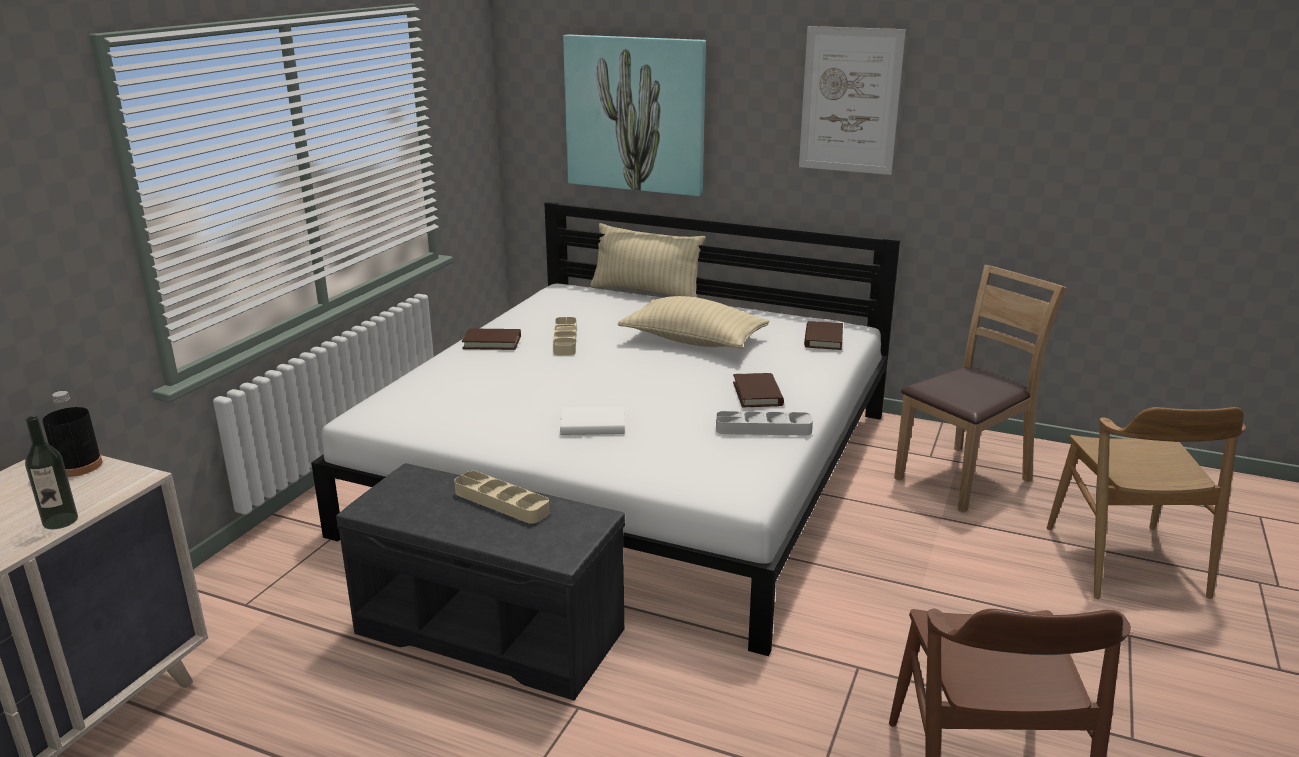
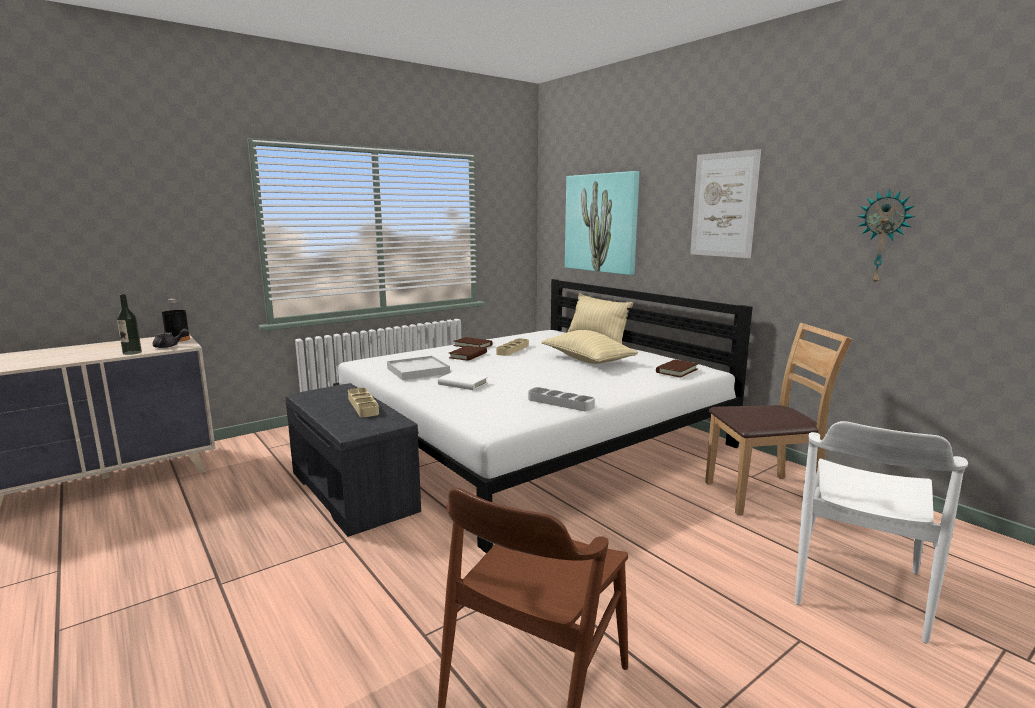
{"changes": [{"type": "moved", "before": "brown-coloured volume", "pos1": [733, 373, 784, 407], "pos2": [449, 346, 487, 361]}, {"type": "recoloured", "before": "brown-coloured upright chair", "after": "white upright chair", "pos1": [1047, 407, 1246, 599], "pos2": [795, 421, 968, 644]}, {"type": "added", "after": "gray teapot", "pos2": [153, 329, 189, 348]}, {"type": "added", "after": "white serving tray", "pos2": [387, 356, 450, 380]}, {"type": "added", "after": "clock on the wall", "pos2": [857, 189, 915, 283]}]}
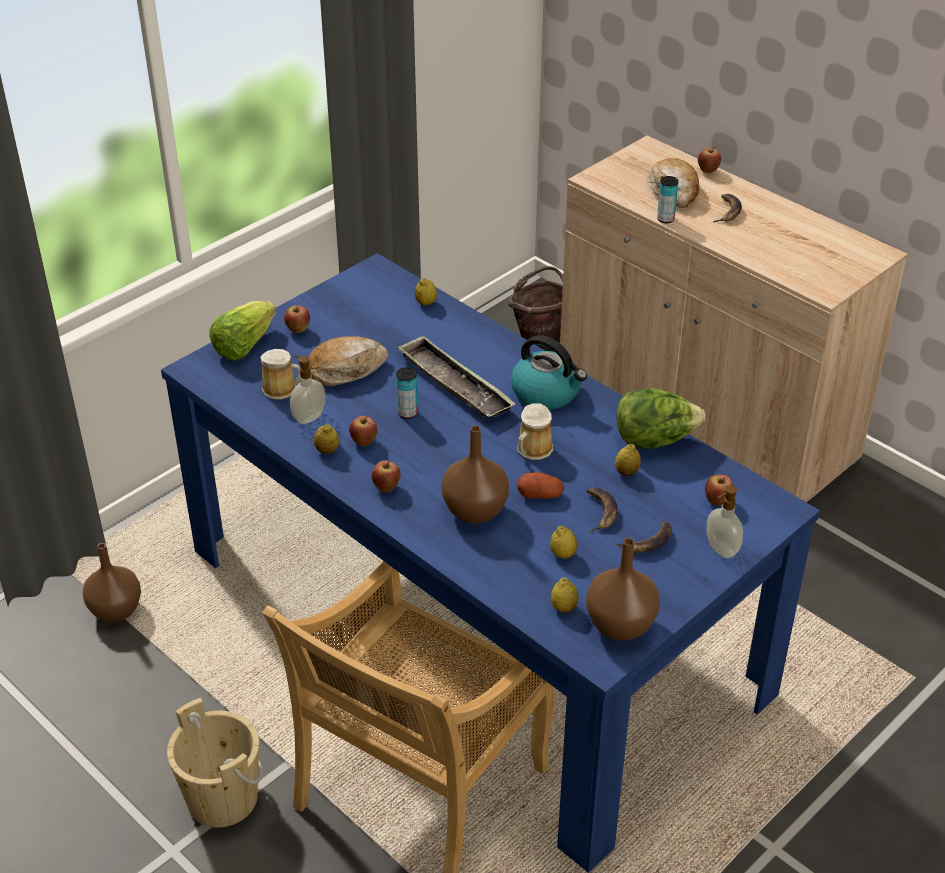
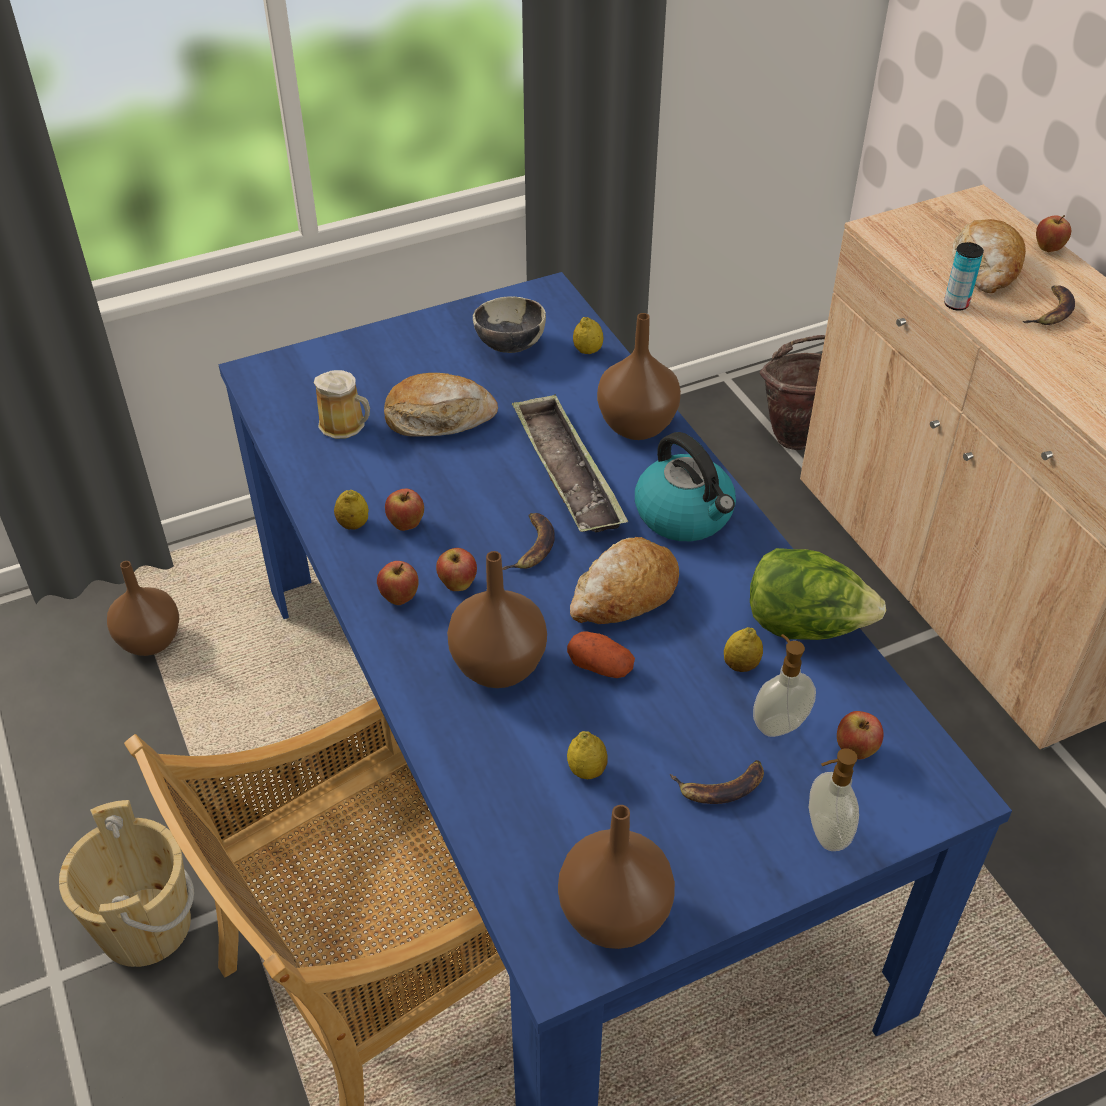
{"changes": [{"type": "removed", "before": "head of lettuce", "pos1": [209, 301, 276, 360]}, {"type": "moved", "before": "whole apple", "pos1": [284, 305, 310, 333], "pos2": [436, 548, 477, 591]}, {"type": "moved", "before": "liquid soap bottle", "pos1": [290, 355, 326, 424], "pos2": [753, 634, 816, 737]}, {"type": "removed", "before": "can", "pos1": [396, 367, 418, 419]}, {"type": "replaced", "before": "tea mug", "after": "bread", "pos1": [517, 403, 553, 460], "pos2": [570, 536, 679, 624]}, {"type": "removed", "before": "whole lemon", "pos1": [551, 577, 579, 613]}, {"type": "moved", "before": "banana", "pos1": [587, 487, 618, 533], "pos2": [502, 513, 555, 570]}, {"type": "added", "after": "serving bowl", "pos2": [473, 296, 546, 353]}, {"type": "added", "after": "brown-coloured decorative vase", "pos2": [597, 313, 681, 440]}]}
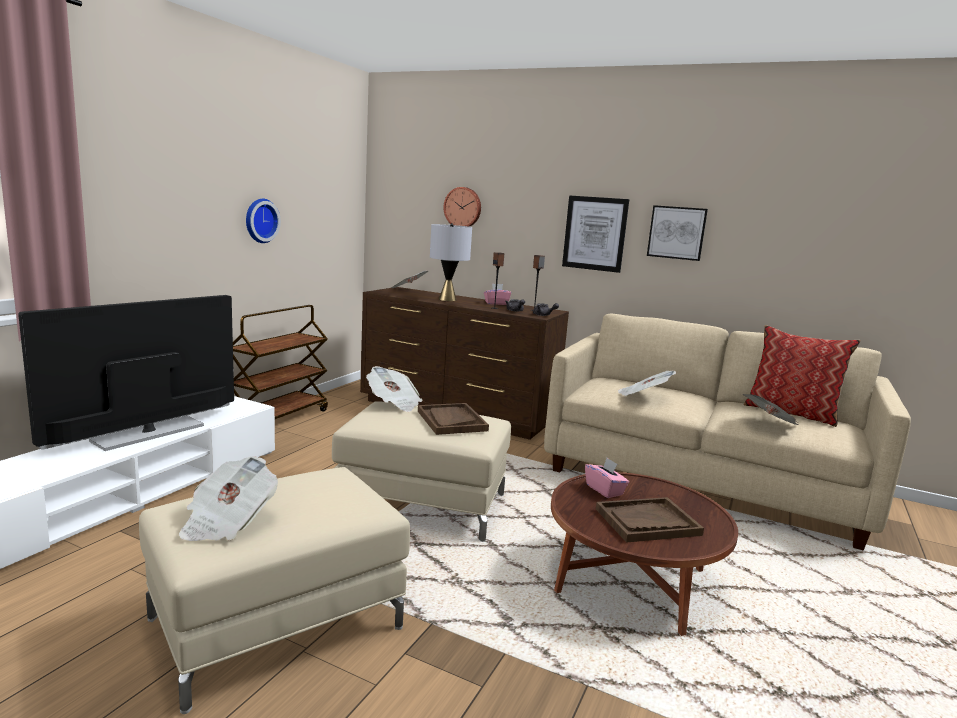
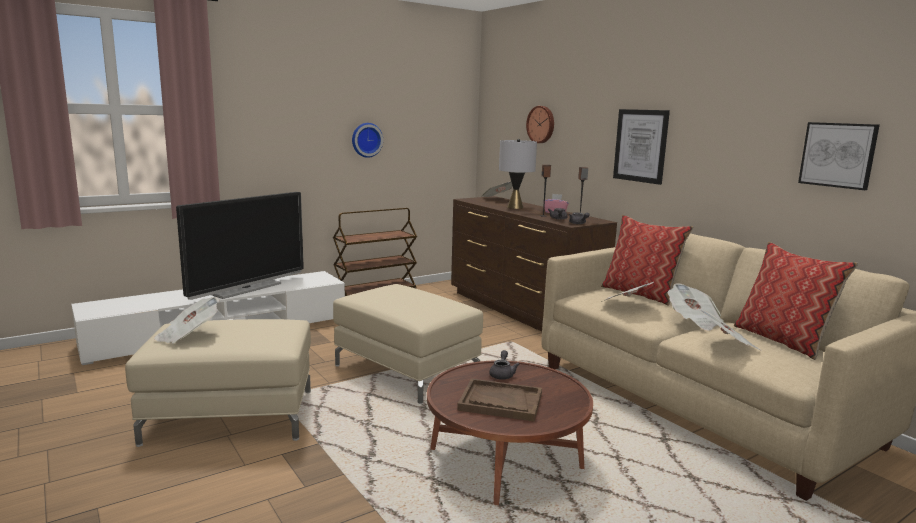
{"changes": [{"type": "turned", "before": "TV", "pos1": [18, 295, 234, 451], "pos2": [176, 192, 304, 300], "turn": 150}, {"type": "moved", "before": "printed paper", "pos1": [366, 366, 423, 412], "pos2": [668, 283, 724, 331]}, {"type": "removed", "before": "brown-coloured serving tray", "pos1": [418, 403, 489, 435]}, {"type": "replaced", "before": "pinkish box of tissues", "after": "gray teapot", "pos1": [585, 458, 629, 498], "pos2": [489, 350, 520, 380]}, {"type": "moved", "before": "wall art", "pos1": [647, 205, 708, 261], "pos2": [798, 122, 880, 190]}, {"type": "added", "after": "pillow", "pos2": [601, 215, 694, 306]}]}
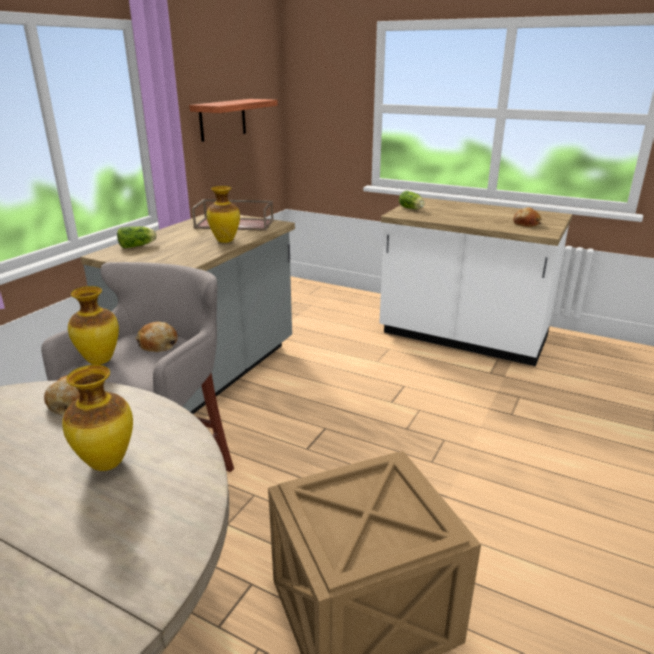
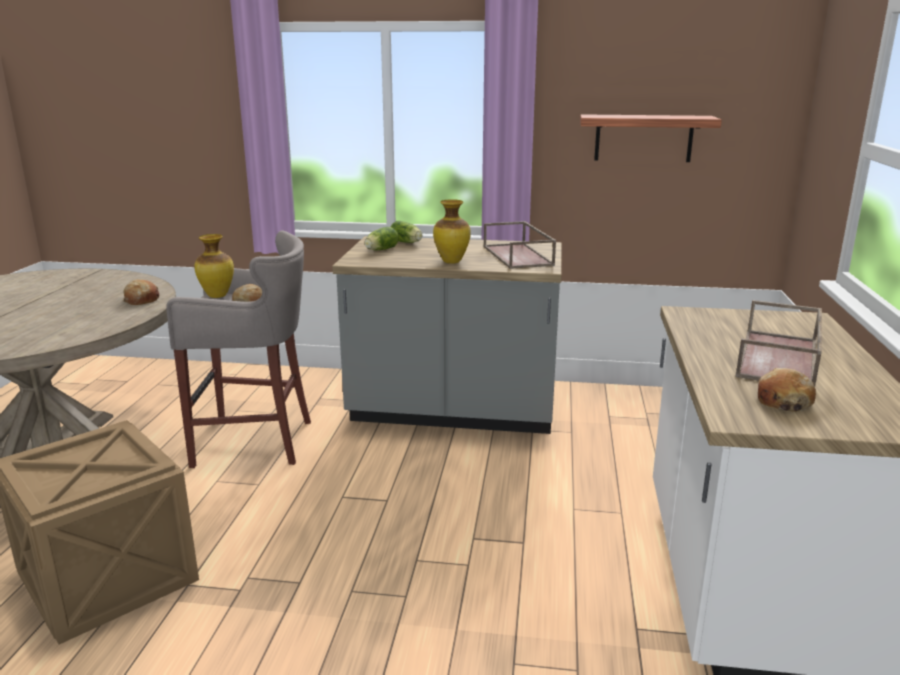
{"changes": [{"type": "removed", "before": "decorative vase", "pos1": [62, 365, 133, 471]}, {"type": "moved", "before": "head of lettuce", "pos1": [399, 191, 425, 209], "pos2": [365, 227, 399, 250]}, {"type": "added", "after": "brown-coloured serving tray", "pos2": [735, 300, 822, 386]}]}
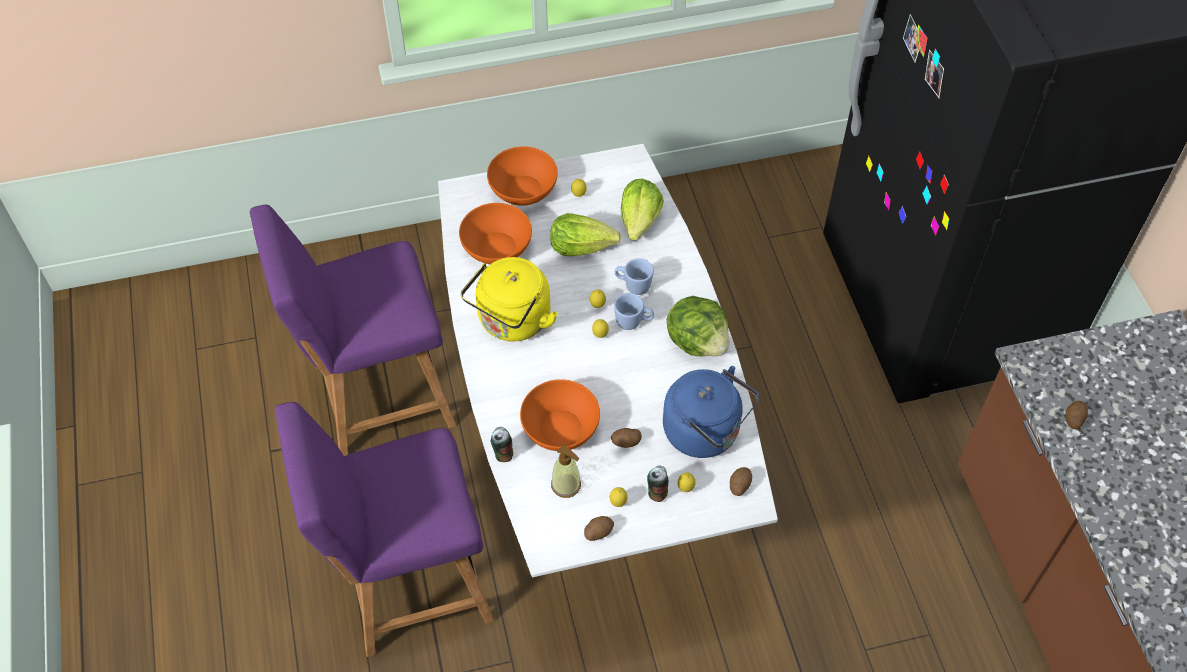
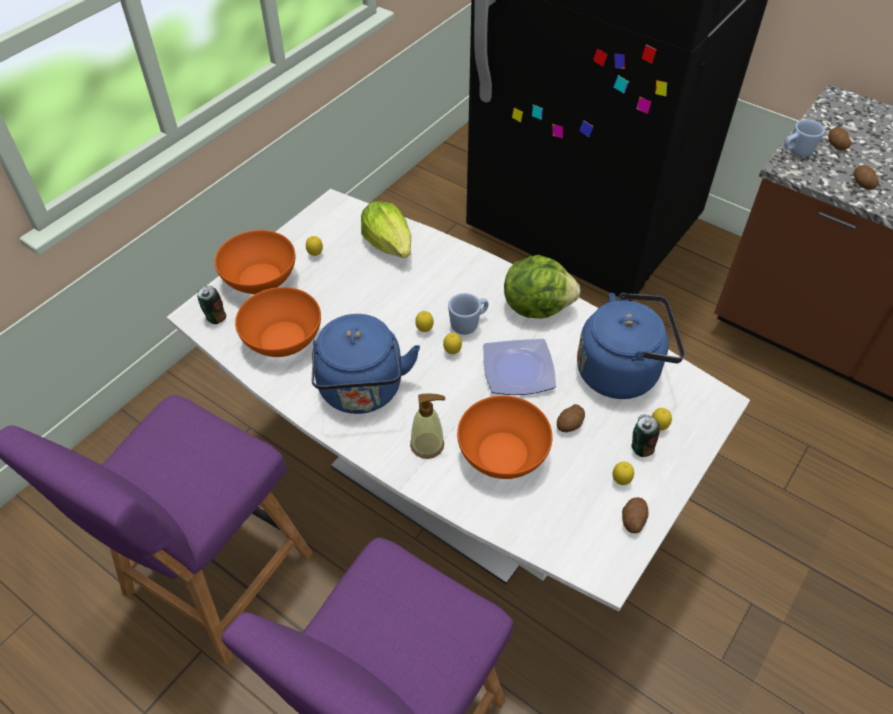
{"changes": [{"type": "recoloured", "before": "yellow-coloured tea kettle", "after": "blue tea kettle", "pos1": [461, 257, 558, 342], "pos2": [312, 314, 420, 414]}, {"type": "moved", "before": "can", "pos1": [490, 427, 513, 462], "pos2": [197, 286, 226, 324]}, {"type": "removed", "before": "head of lettuce", "pos1": [550, 213, 621, 256]}, {"type": "moved", "before": "liquid soap bottle", "pos1": [551, 445, 581, 498], "pos2": [410, 394, 445, 459]}, {"type": "moved", "before": "blue tea mug", "pos1": [615, 258, 654, 295], "pos2": [784, 119, 825, 157]}, {"type": "moved", "before": "spud", "pos1": [730, 467, 752, 496], "pos2": [828, 127, 851, 150]}, {"type": "added", "after": "plate", "pos2": [483, 339, 556, 395]}]}
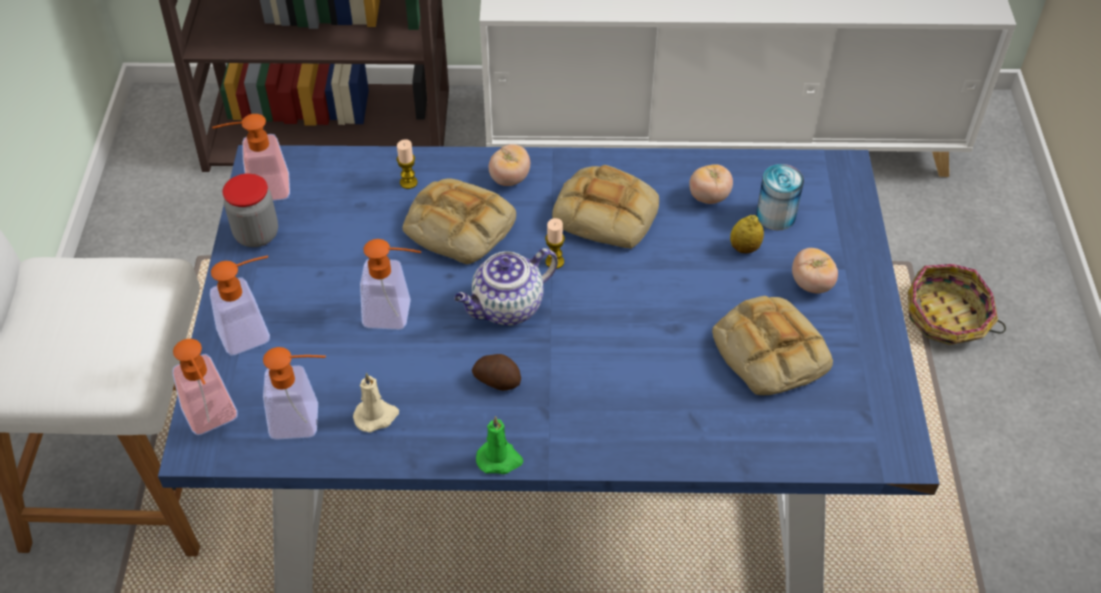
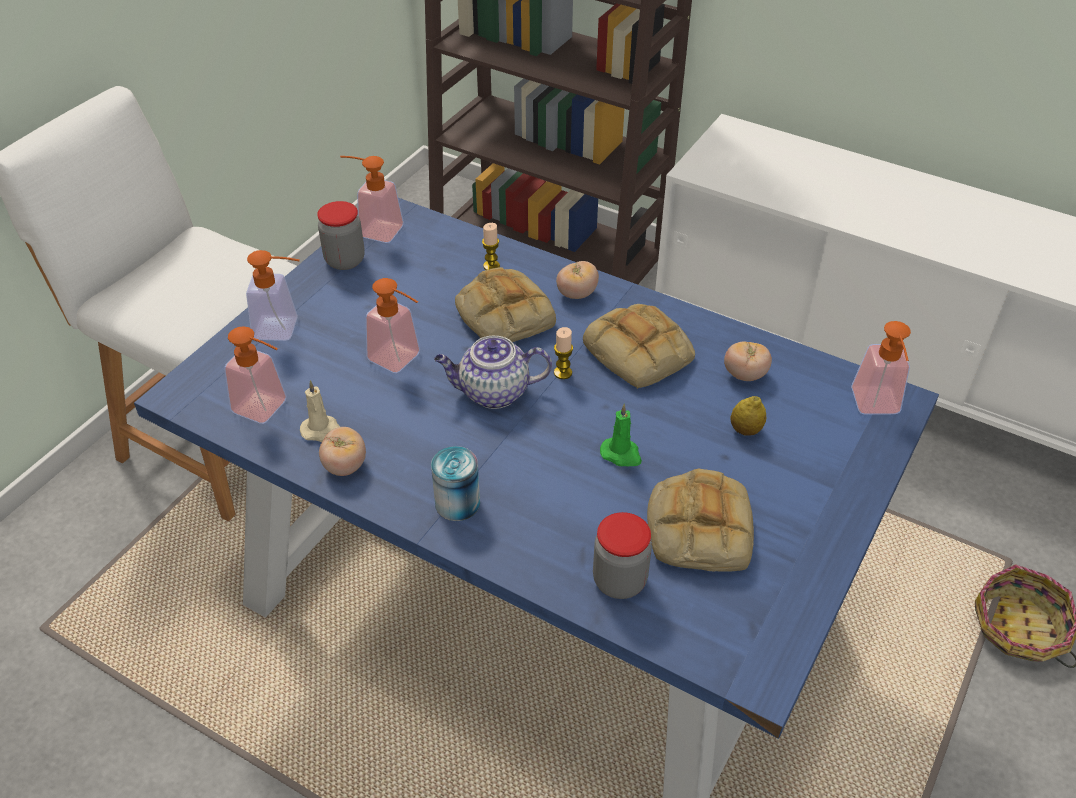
{"changes": [{"type": "moved", "before": "liquid soap bottle", "pos1": [172, 339, 238, 435], "pos2": [851, 321, 911, 414]}, {"type": "removed", "before": "spud", "pos1": [472, 354, 521, 391]}, {"type": "moved", "before": "green candle", "pos1": [476, 416, 524, 474], "pos2": [600, 403, 642, 466]}, {"type": "moved", "before": "can", "pos1": [756, 164, 804, 230], "pos2": [431, 446, 480, 521]}, {"type": "moved", "before": "whole tomato", "pos1": [792, 248, 838, 294], "pos2": [319, 427, 366, 476]}, {"type": "added", "after": "jar", "pos2": [593, 512, 652, 599]}]}
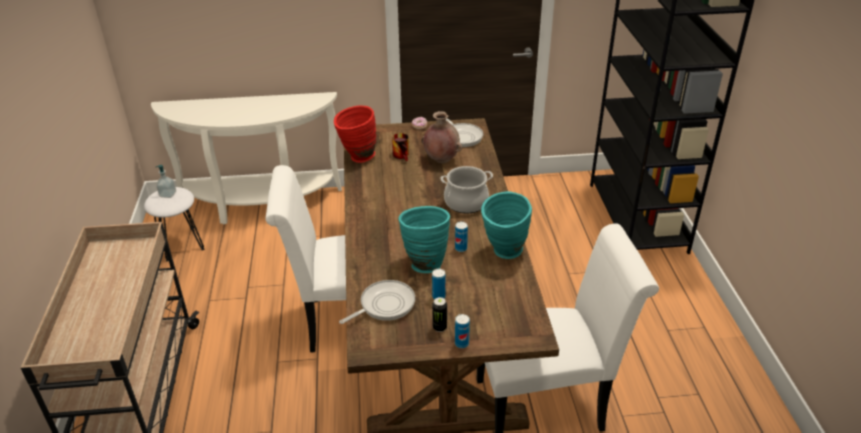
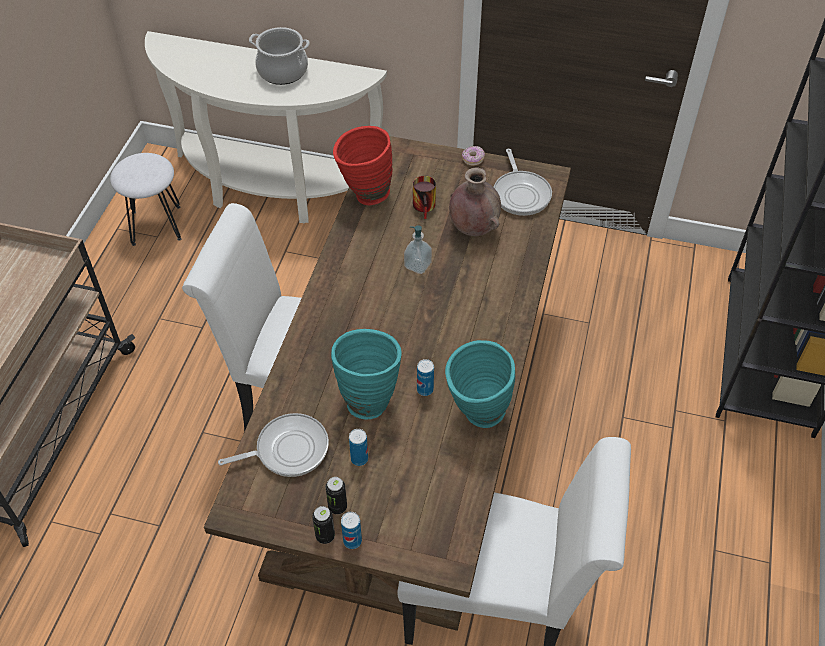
{"changes": [{"type": "moved", "before": "liquid soap bottle", "pos1": [156, 165, 176, 198], "pos2": [404, 225, 432, 274]}, {"type": "moved", "before": "cooking pot", "pos1": [441, 166, 493, 214], "pos2": [249, 27, 310, 85]}, {"type": "added", "after": "can", "pos2": [312, 506, 335, 544]}]}
